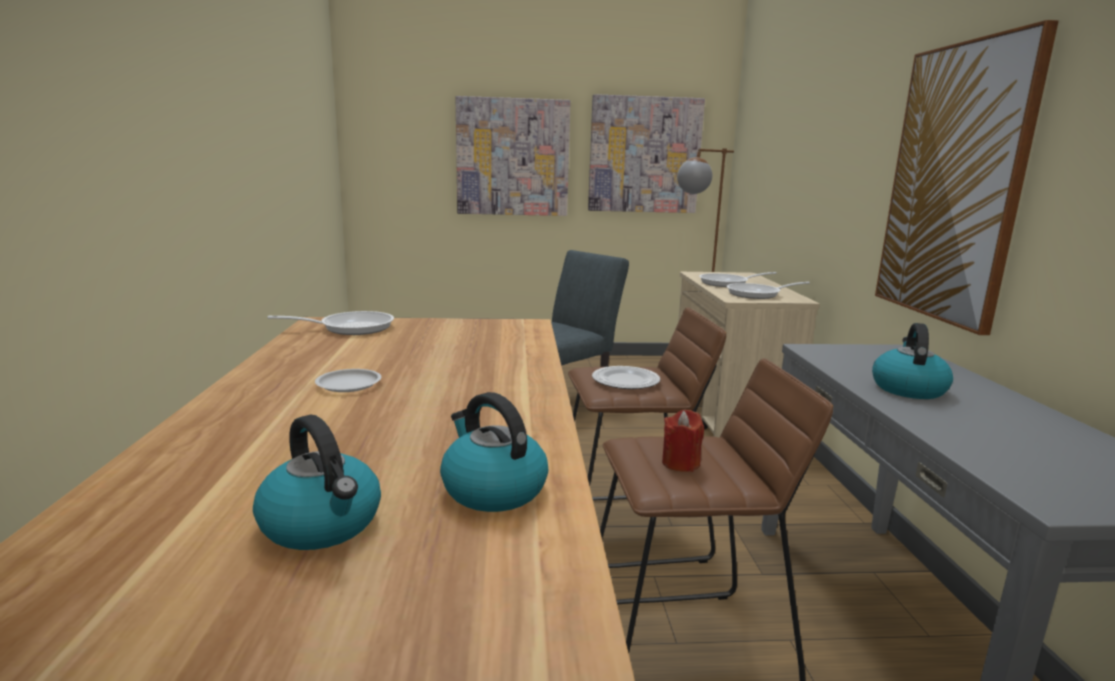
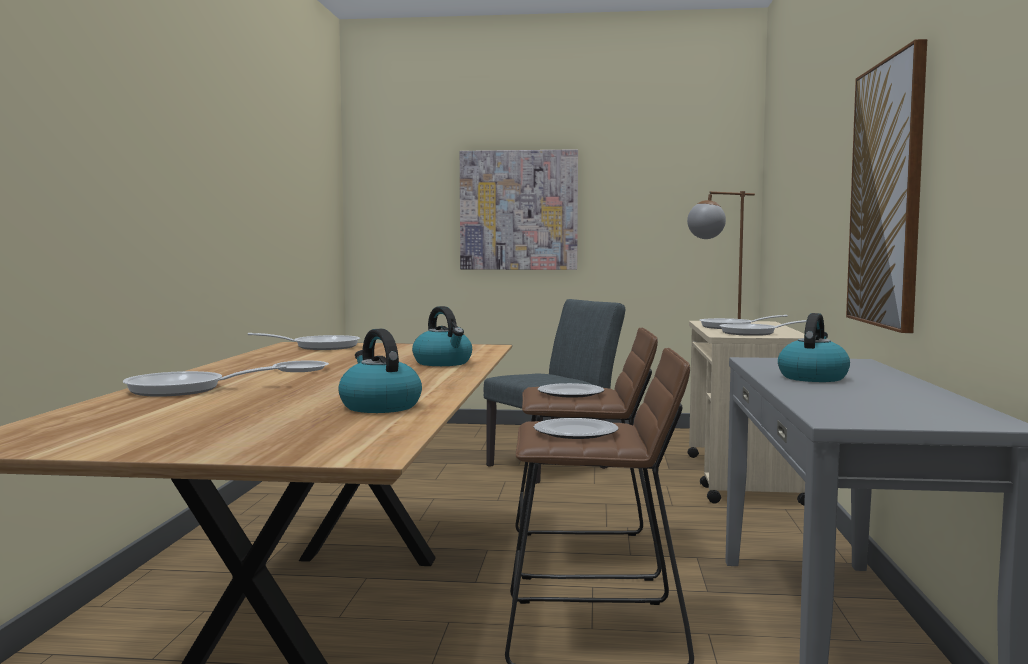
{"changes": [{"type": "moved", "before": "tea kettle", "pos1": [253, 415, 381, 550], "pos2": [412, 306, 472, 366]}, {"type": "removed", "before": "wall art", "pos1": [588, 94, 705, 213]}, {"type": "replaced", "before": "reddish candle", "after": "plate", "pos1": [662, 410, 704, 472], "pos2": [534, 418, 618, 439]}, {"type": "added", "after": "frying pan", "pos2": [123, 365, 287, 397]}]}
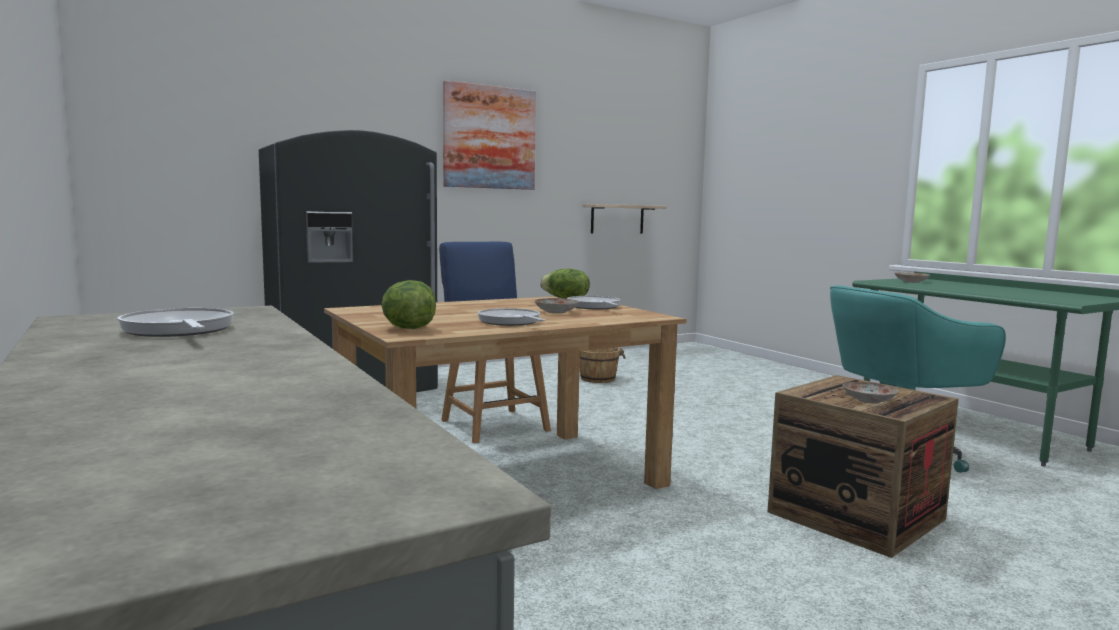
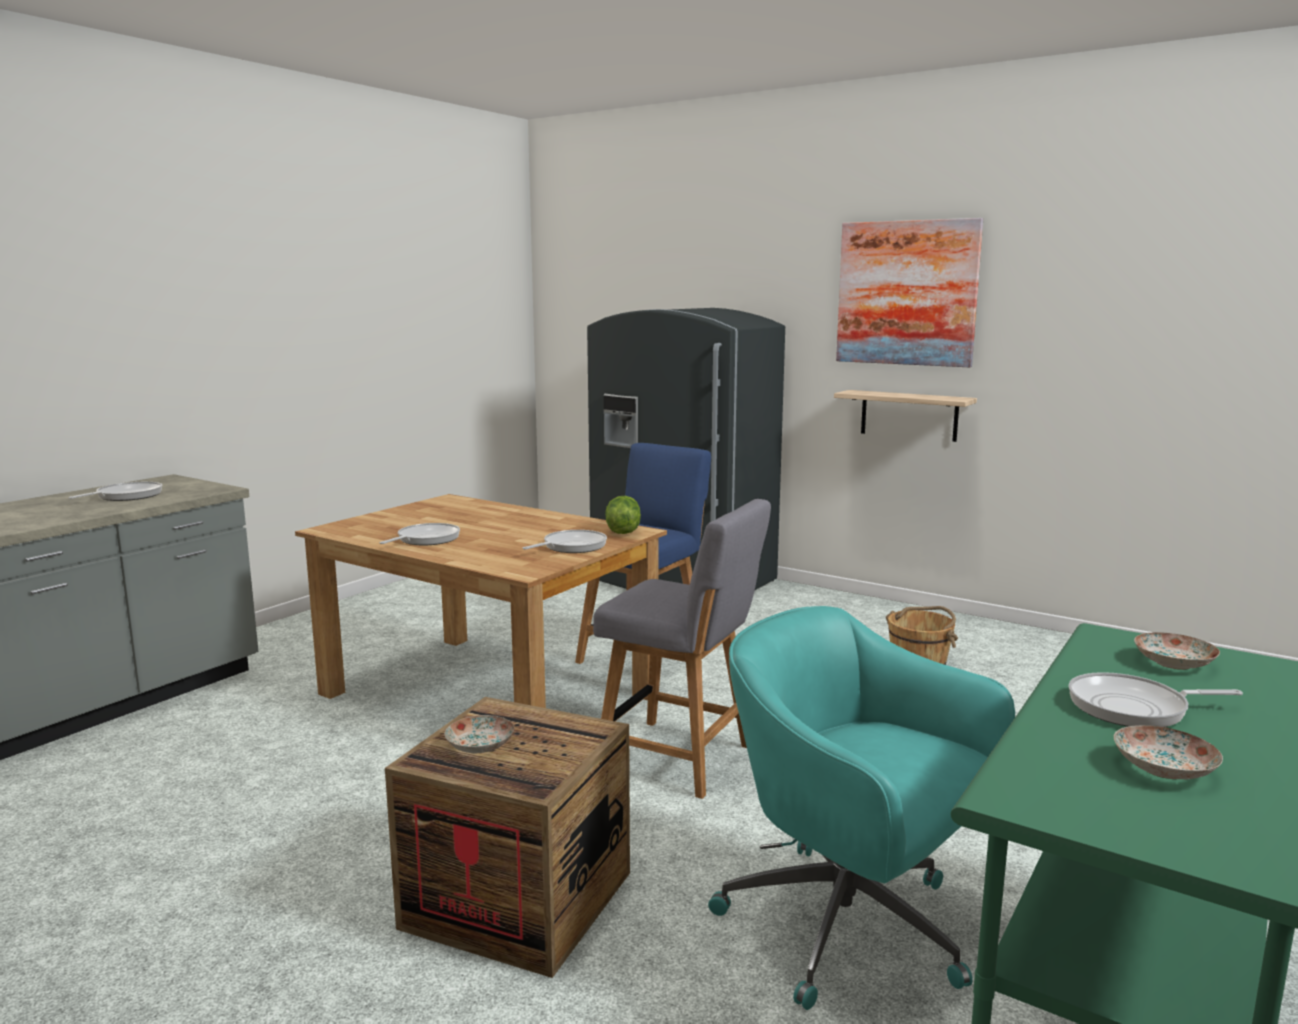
{"changes": [{"type": "removed", "before": "head of lettuce", "pos1": [381, 280, 436, 329]}, {"type": "moved", "before": "plate", "pos1": [534, 298, 579, 313], "pos2": [1114, 725, 1223, 779]}, {"type": "moved", "before": "shelf", "pos1": [582, 204, 666, 233], "pos2": [834, 390, 977, 442]}, {"type": "added", "after": "gray upright chair", "pos2": [593, 499, 771, 799]}, {"type": "added", "after": "frying pan", "pos2": [1069, 672, 1243, 727]}]}
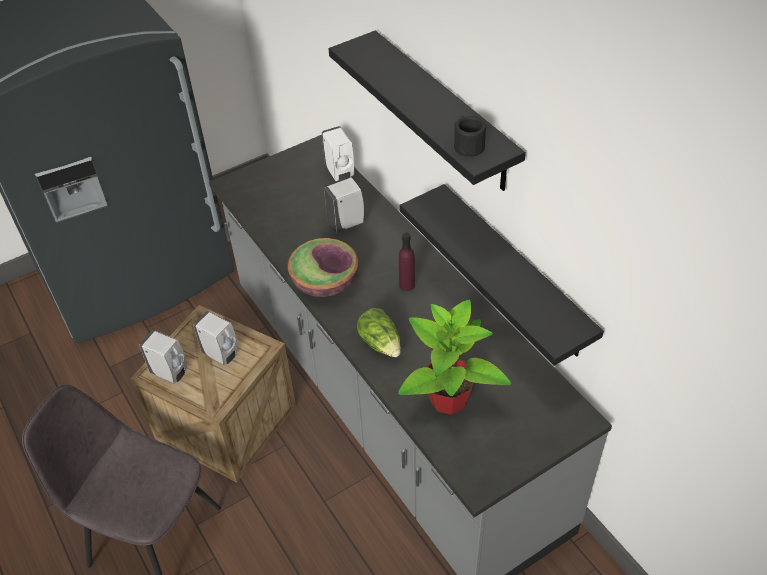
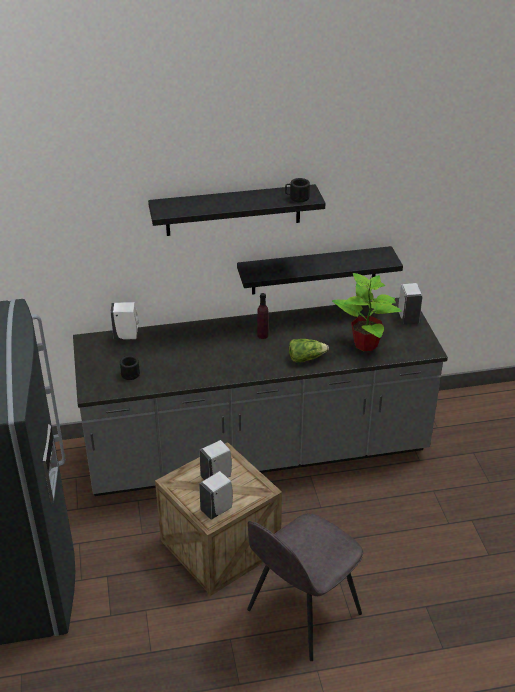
{"changes": [{"type": "removed", "before": "serving bowl", "pos1": [287, 238, 358, 297]}, {"type": "moved", "before": "white liquid soap bottle", "pos1": [324, 177, 364, 233], "pos2": [398, 283, 422, 325]}, {"type": "added", "after": "black tea mug", "pos2": [120, 355, 140, 380]}]}
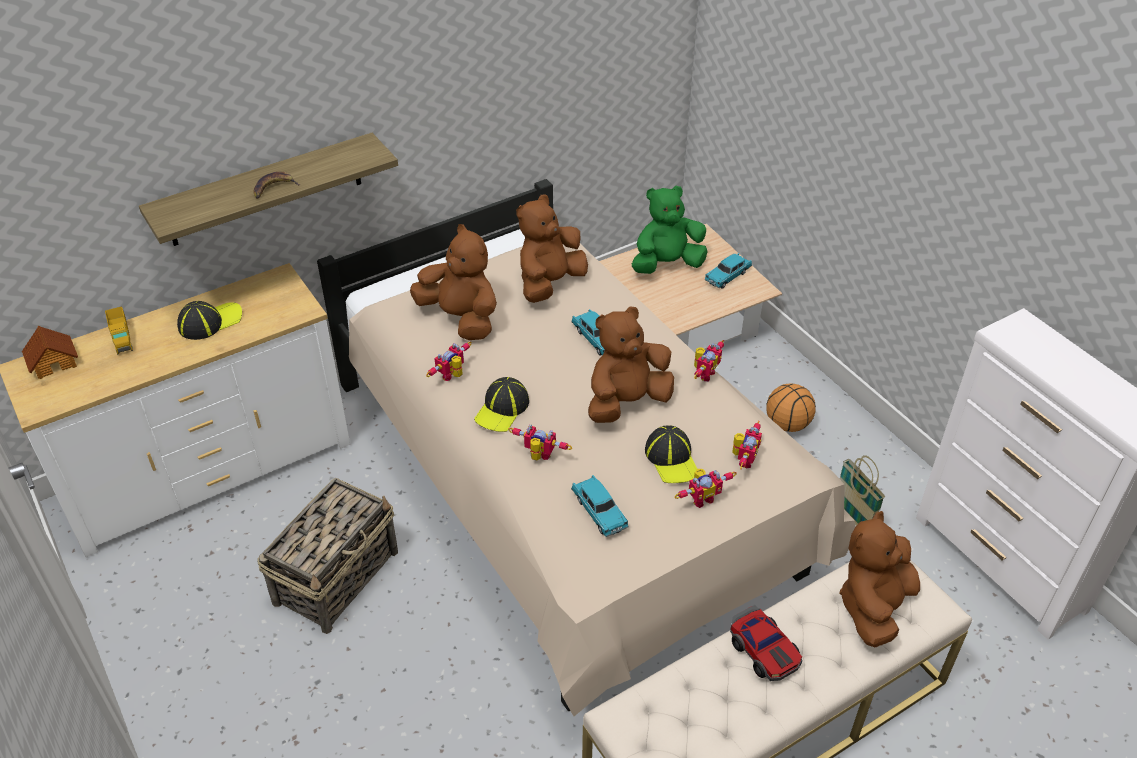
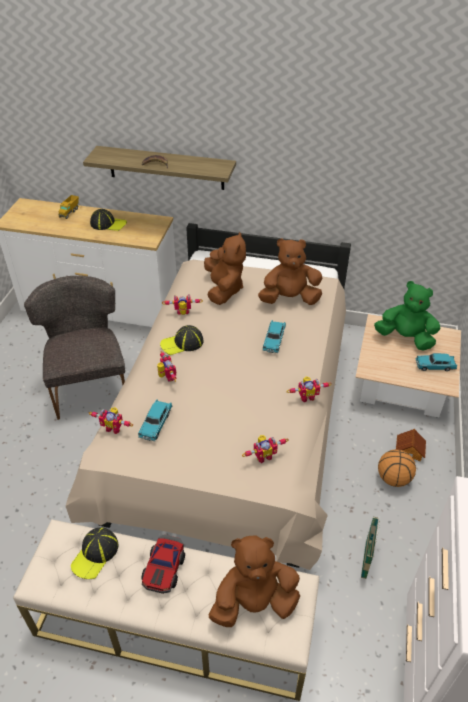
{"changes": [{"type": "moved", "before": "toy house", "pos1": [22, 326, 78, 379], "pos2": [396, 429, 426, 461]}, {"type": "replaced", "before": "storage basket", "after": "gray upright chair", "pos1": [257, 477, 398, 634], "pos2": [24, 276, 125, 420]}, {"type": "removed", "before": "brown-coloured cuddly toy", "pos1": [588, 306, 674, 423]}, {"type": "moved", "before": "cap", "pos1": [645, 425, 697, 483], "pos2": [71, 527, 118, 579]}, {"type": "moved", "before": "robot figure", "pos1": [674, 469, 736, 508], "pos2": [89, 407, 133, 434]}]}
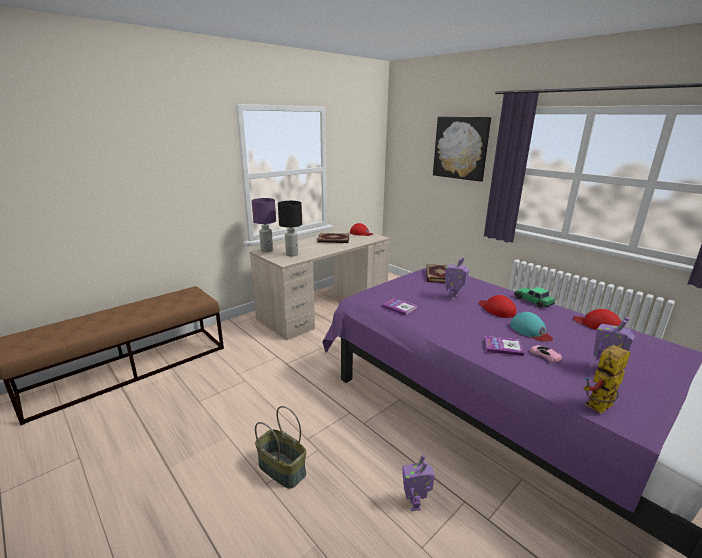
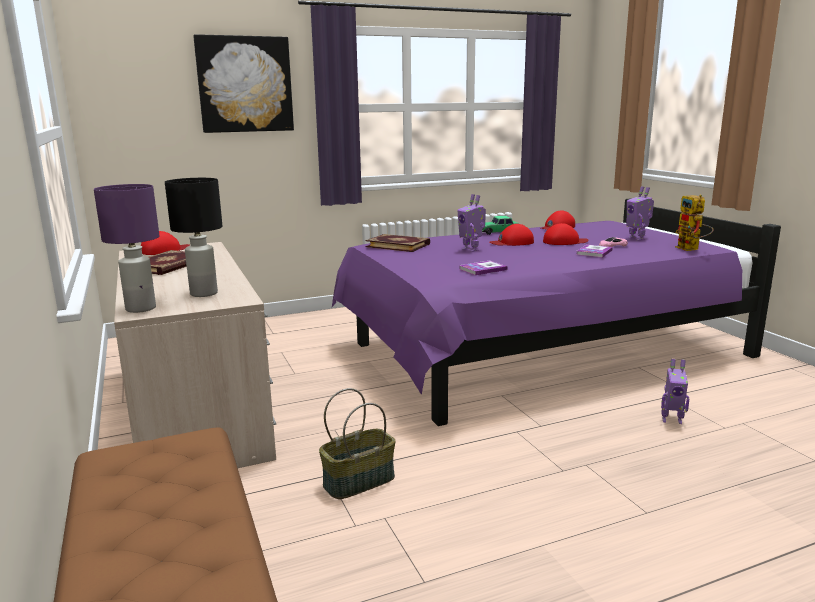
{"changes": [{"type": "moved", "before": "storage basket", "pos1": [255, 406, 306, 489], "pos2": [319, 388, 396, 499]}, {"type": "recoloured", "before": "turquoise-coloured cap", "after": "reddish cap", "pos1": [510, 312, 553, 342], "pos2": [543, 223, 589, 245]}]}
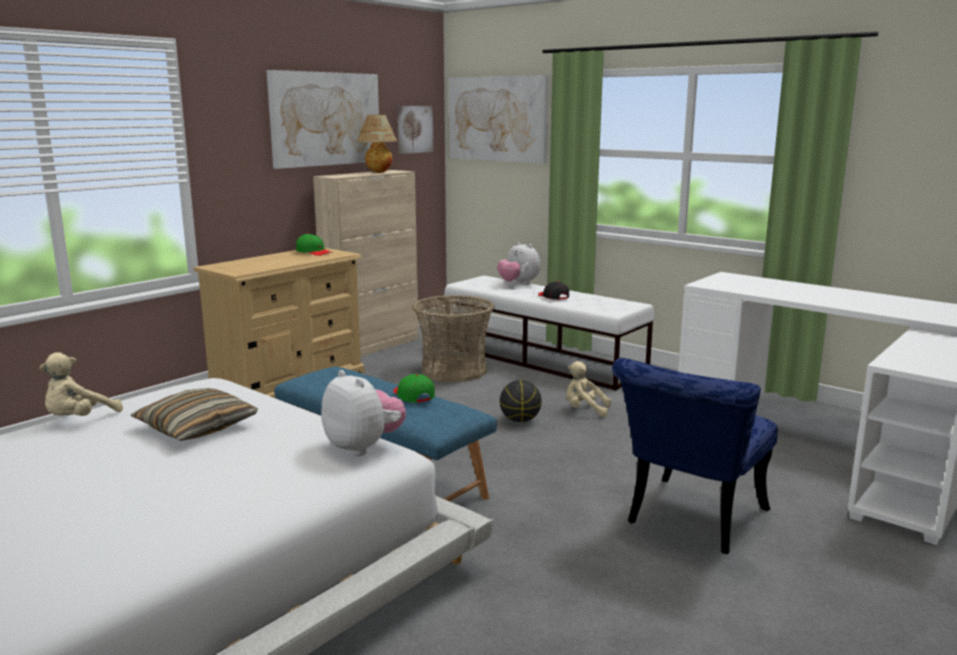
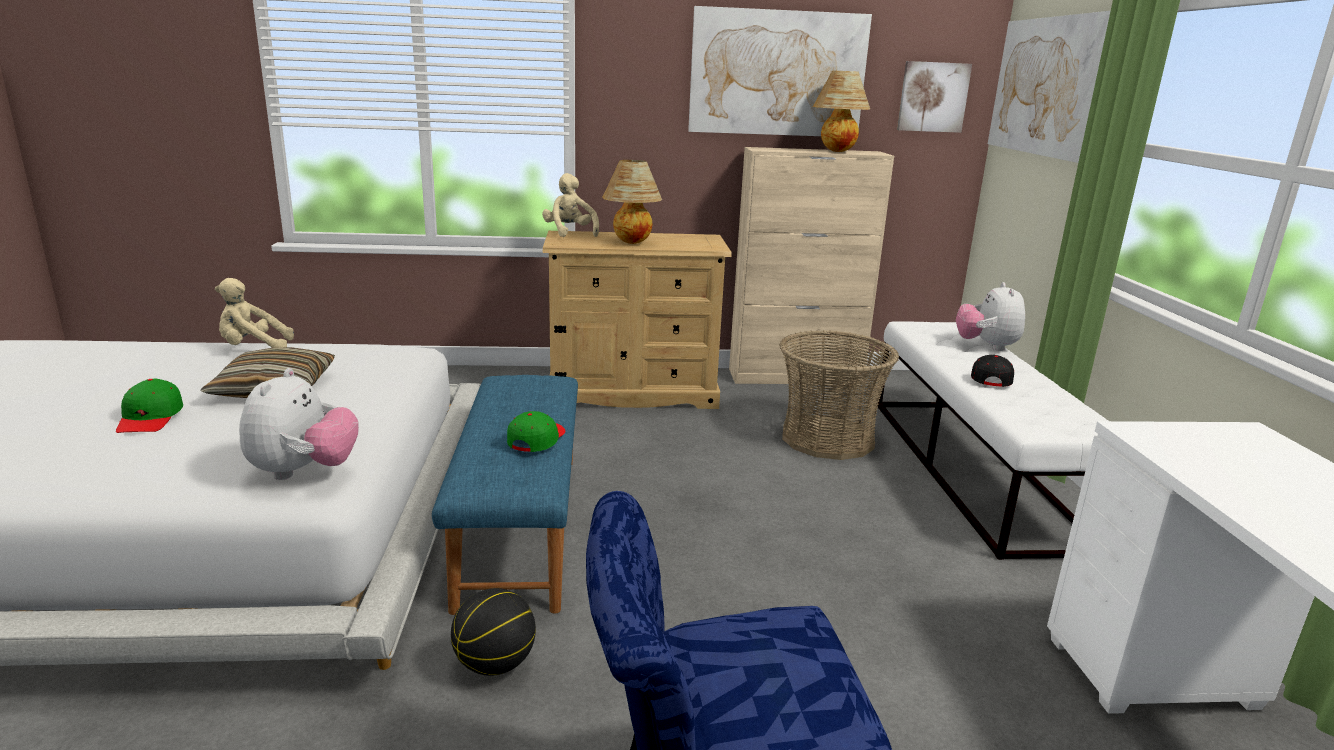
{"changes": [{"type": "moved", "before": "green cap", "pos1": [296, 233, 333, 256], "pos2": [116, 379, 183, 433]}, {"type": "moved", "before": "basketball", "pos1": [500, 380, 542, 422], "pos2": [451, 588, 536, 676]}, {"type": "moved", "before": "beige cuddly toy", "pos1": [566, 361, 611, 417], "pos2": [542, 173, 599, 237]}, {"type": "added", "after": "lamp for a table", "pos2": [602, 160, 662, 244]}]}
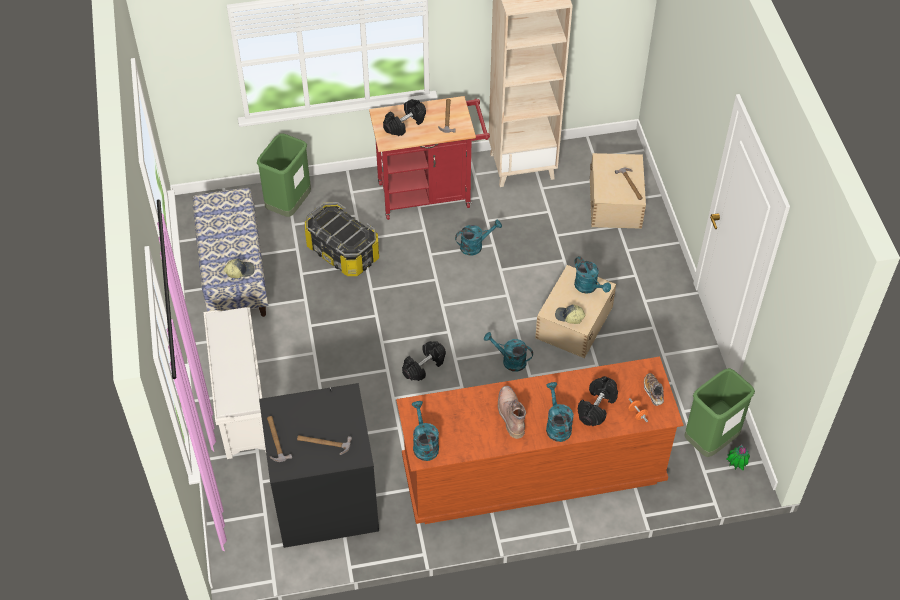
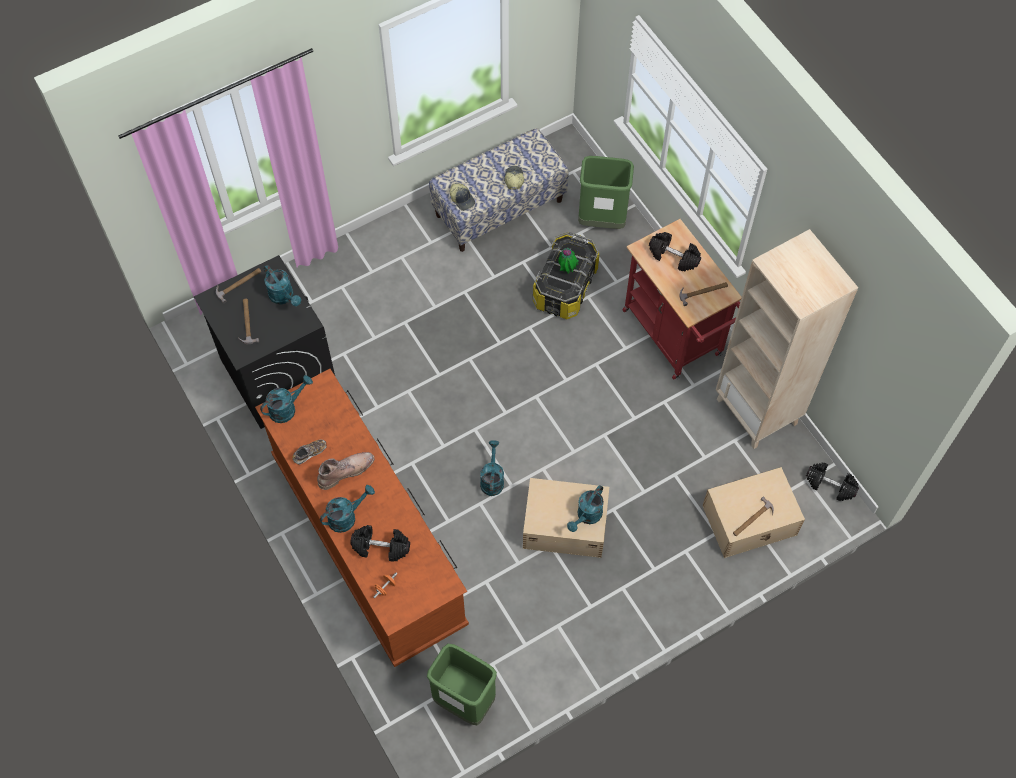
{"changes": [{"type": "removed", "before": "white shoe stand", "pos1": [204, 307, 266, 459]}, {"type": "moved", "before": "black free weight", "pos1": [402, 341, 446, 381], "pos2": [806, 462, 859, 501]}, {"type": "moved", "before": "turquoise-coloured sprinkling can", "pos1": [455, 220, 502, 255], "pos2": [264, 265, 301, 306]}, {"type": "moved", "before": "cap", "pos1": [555, 304, 585, 324], "pos2": [505, 166, 524, 189]}, {"type": "moved", "before": "low shoe", "pos1": [644, 373, 664, 406], "pos2": [292, 440, 326, 465]}, {"type": "moved", "before": "plant in a pot", "pos1": [726, 444, 750, 471], "pos2": [558, 248, 579, 274]}]}
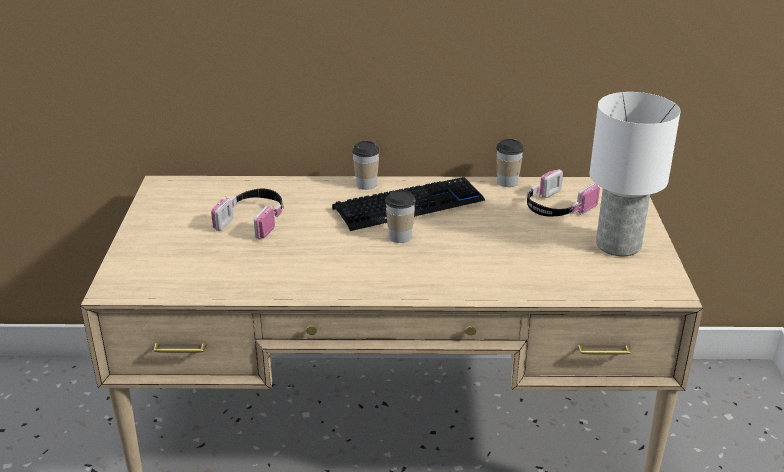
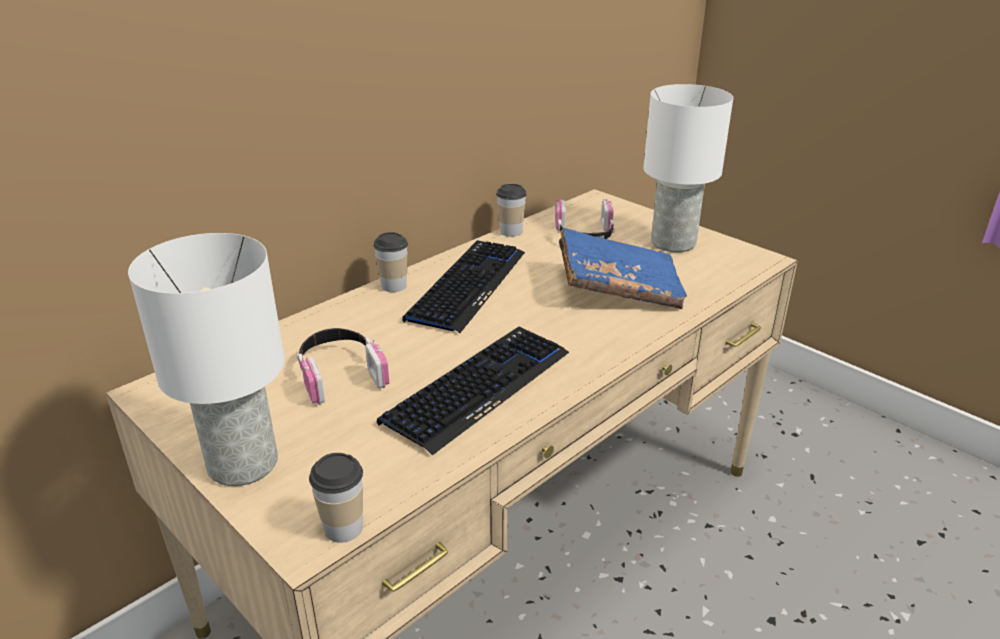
{"changes": [{"type": "moved", "before": "small cup", "pos1": [385, 190, 416, 243], "pos2": [309, 453, 363, 543]}, {"type": "added", "after": "white lamp for a table", "pos2": [128, 233, 284, 486]}, {"type": "added", "after": "PC keyboard", "pos2": [377, 327, 569, 455]}, {"type": "added", "after": "blue volume", "pos2": [559, 228, 687, 309]}]}
